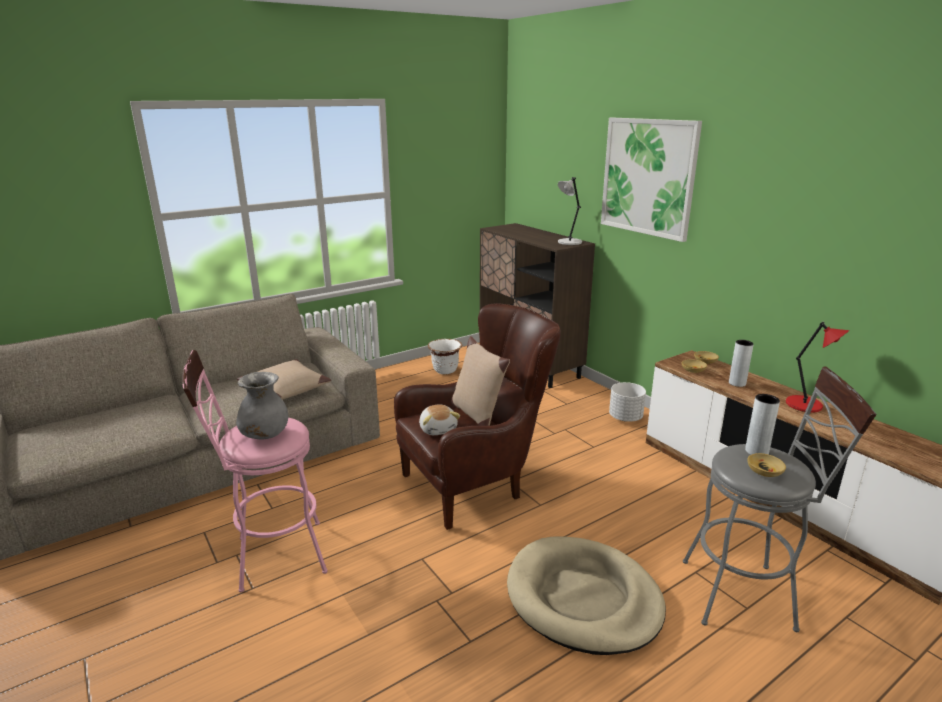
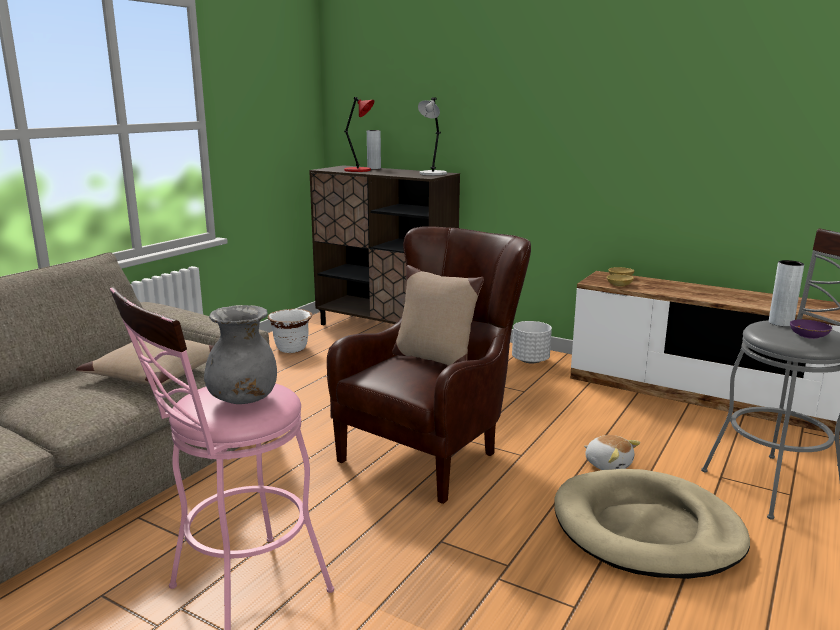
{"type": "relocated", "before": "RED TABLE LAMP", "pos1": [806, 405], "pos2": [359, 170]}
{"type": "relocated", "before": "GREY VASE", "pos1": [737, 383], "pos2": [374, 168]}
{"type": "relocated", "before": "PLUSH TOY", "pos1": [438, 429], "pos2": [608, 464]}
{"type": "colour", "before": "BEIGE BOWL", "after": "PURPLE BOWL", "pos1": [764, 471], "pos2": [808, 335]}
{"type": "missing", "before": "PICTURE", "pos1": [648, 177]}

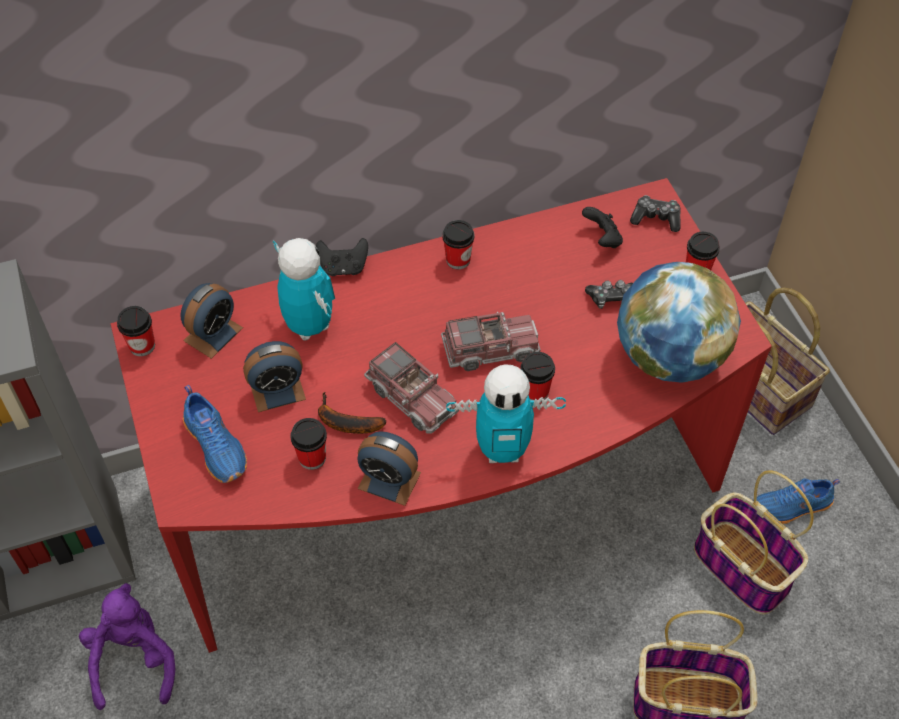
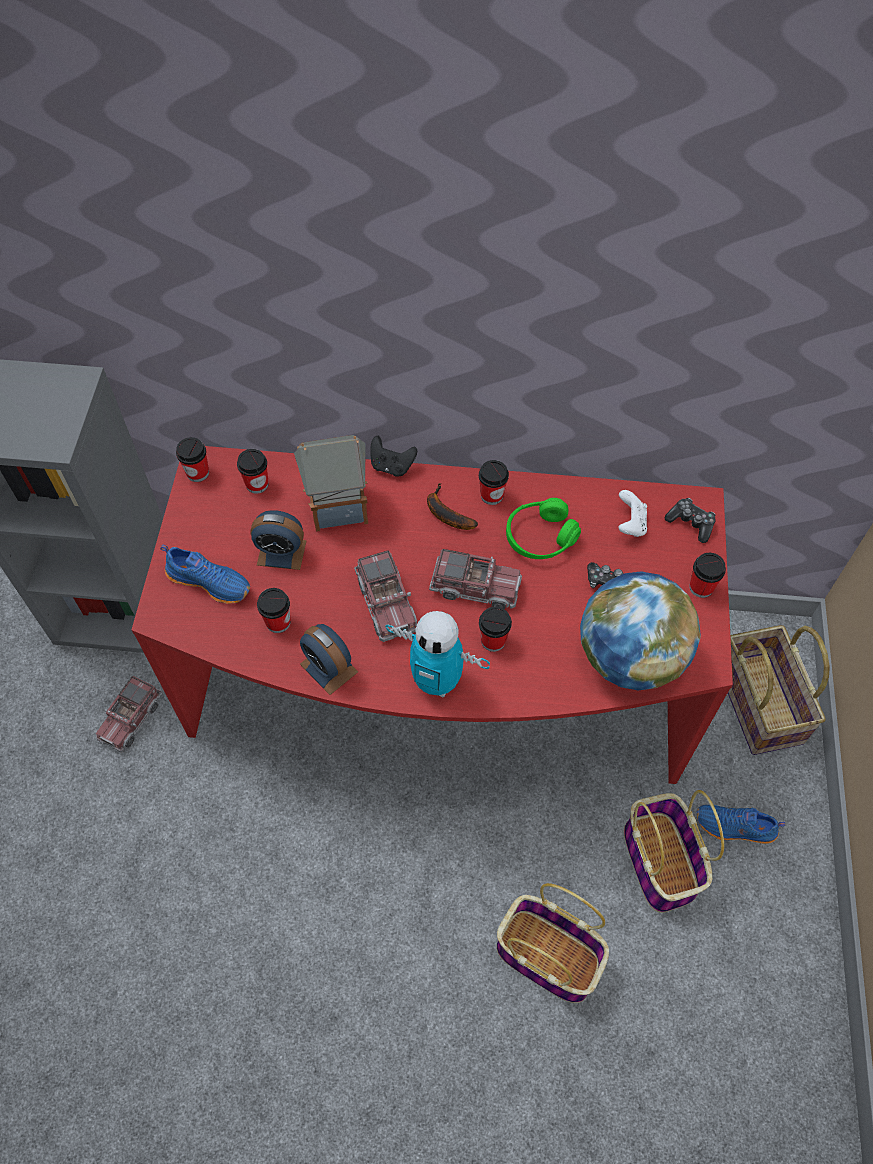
{"type": "exchanged", "before": "PURPLE PLUSH TOY", "after": "TOY TRUCK", "pos1": [134, 660], "pos2": [131, 718]}
{"type": "spun", "before": "BLUE SHOE", "pos1": [217, 446], "pos2": [210, 581], "turn": -60}
{"type": "exchanged", "before": "ALARM CLOCK", "after": "CUP", "pos1": [213, 334], "pos2": [257, 484]}
{"type": "exchanged", "before": "TOY ROBOT", "after": "TOY HOUSE", "pos1": [309, 326], "pos2": [336, 507]}
{"type": "relocated", "before": "BANANA", "pos1": [344, 422], "pos2": [445, 513]}
{"type": "appeared", "after": "GREEN HEADPHONES", "pos2": [540, 537]}
{"type": "colour", "before": "BLACK GAME CONTROLLER", "after": "WHITE GAME CONTROLLER", "pos1": [602, 239], "pos2": [630, 524]}

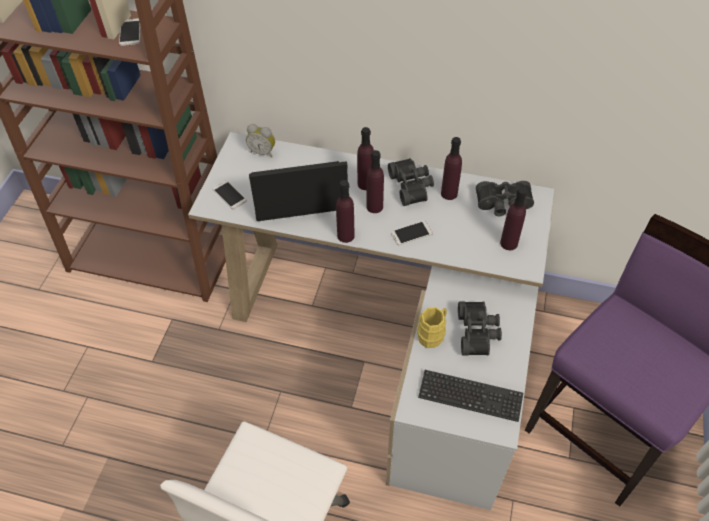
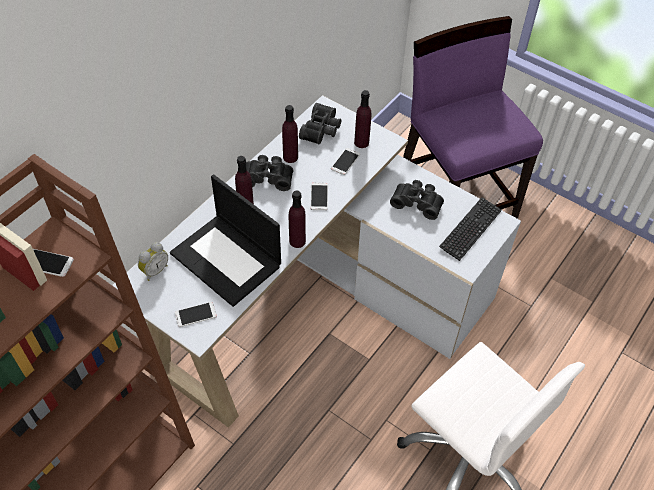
{"type": "spun", "before": "LAPTOP", "pos1": [298, 194], "pos2": [227, 260], "turn": -60}
{"type": "appeared", "after": "PHONE", "pos2": [345, 161]}
{"type": "missing", "before": "PURPLE BOTTLE", "pos1": [374, 207]}
{"type": "missing", "before": "YELLOW MUG", "pos1": [433, 333]}

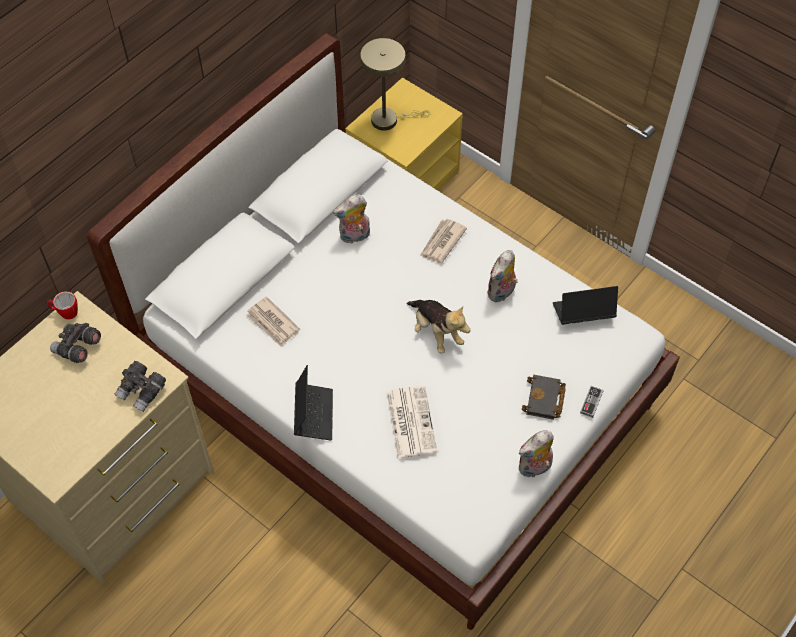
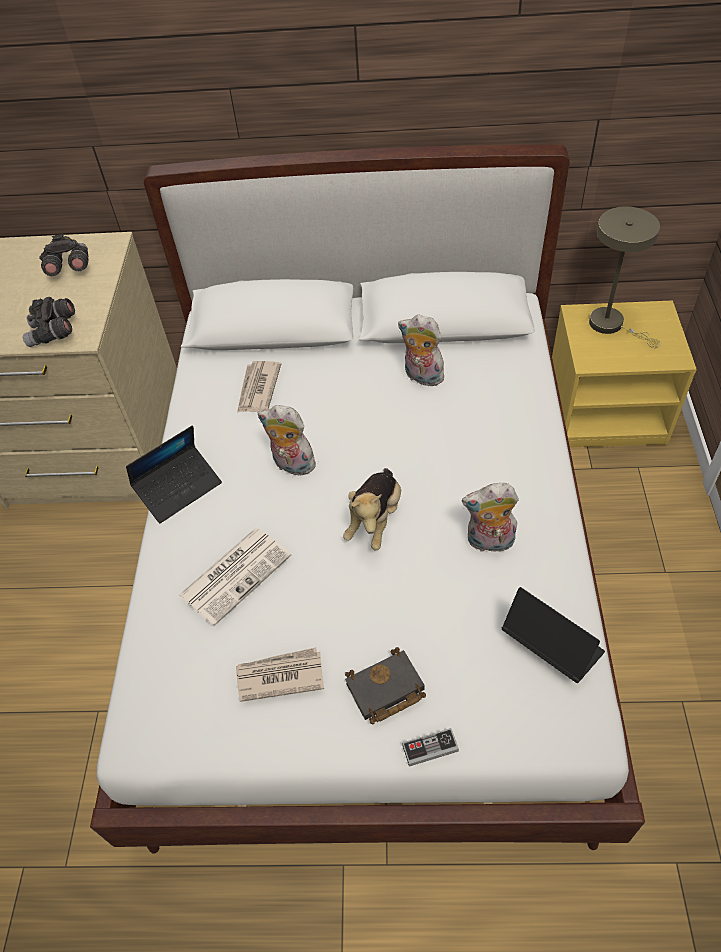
{"type": "relocated", "before": "NEWSPAPER", "pos1": [442, 242], "pos2": [279, 676]}
{"type": "relocated", "before": "PLUSH TOY", "pos1": [534, 468], "pos2": [291, 465]}
{"type": "missing", "before": "MUG", "pos1": [65, 312]}

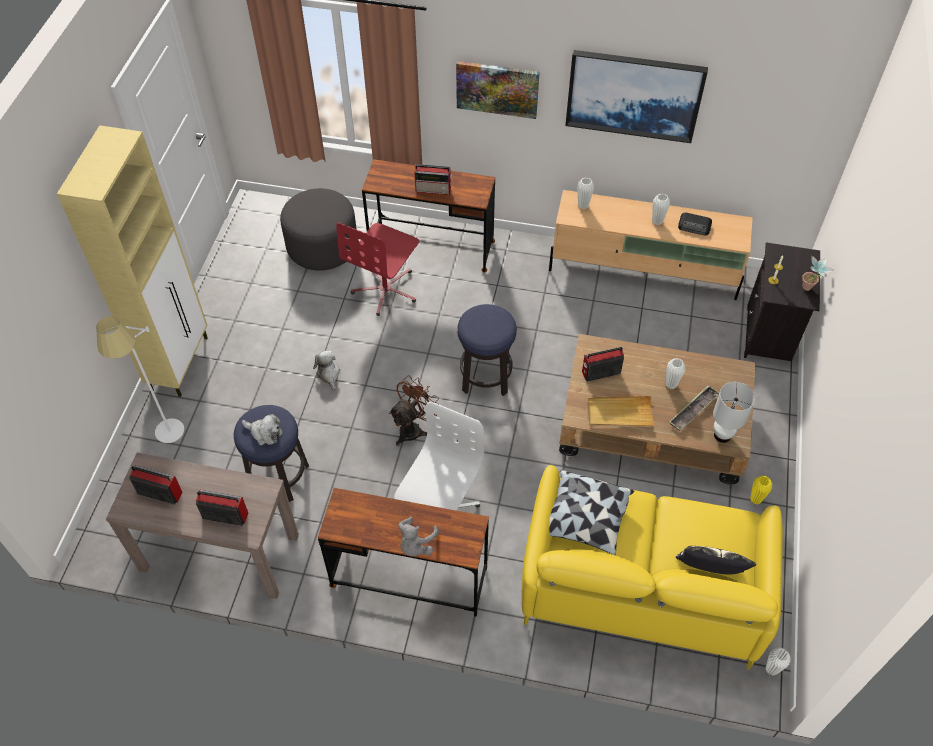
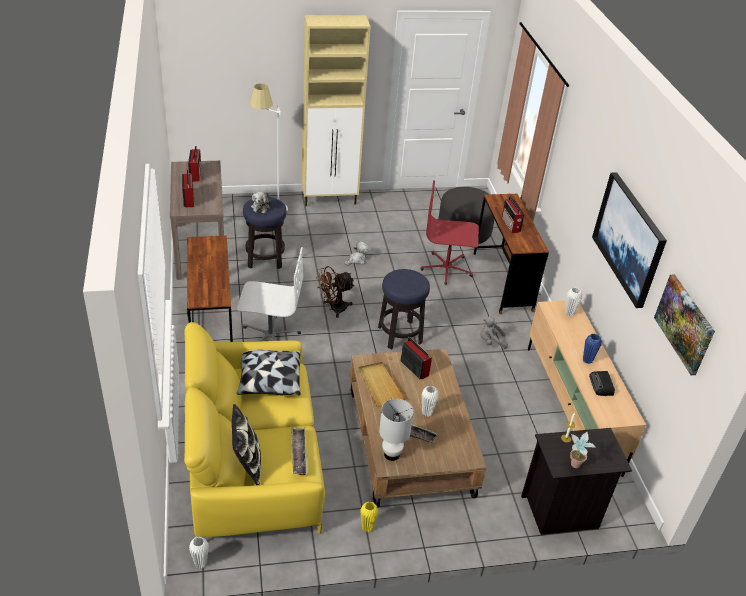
{"type": "appeared", "after": "TRAY", "pos2": [299, 453]}
{"type": "spun", "before": "BROWN FAN", "pos1": [414, 428], "pos2": [334, 309], "turn": 135}
{"type": "relocated", "before": "GREY PLUSH TOY", "pos1": [416, 545], "pos2": [491, 342]}
{"type": "colour", "before": "WHITE VASE", "after": "BLUE VASE", "pos1": [657, 221], "pos2": [587, 360]}
{"type": "relocated", "before": "PICTURE", "pos1": [497, 88], "pos2": [685, 323]}

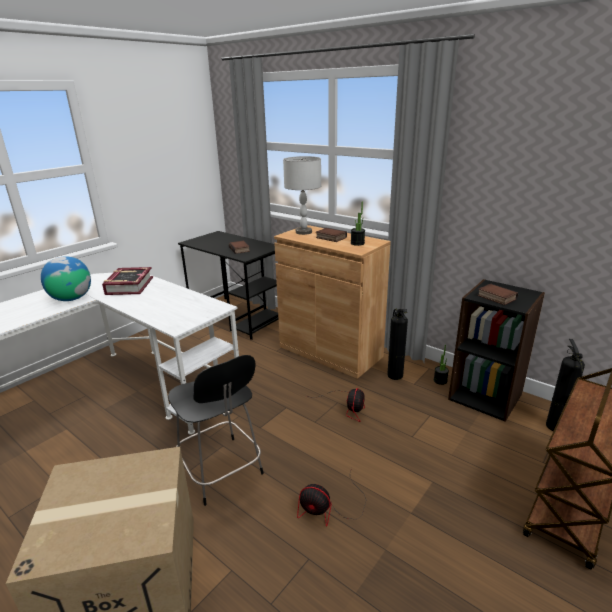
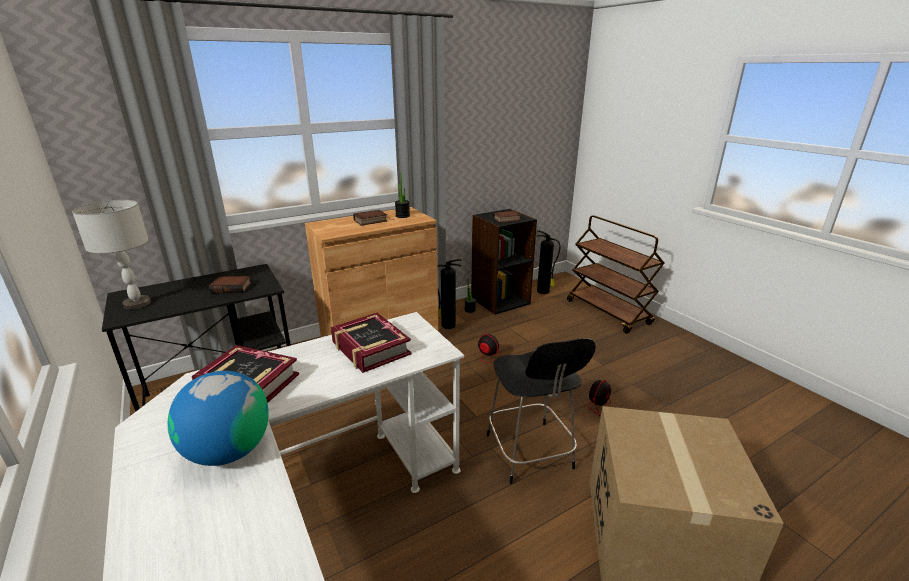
{"type": "relocated", "before": "GREY TABLE LAMP", "pos1": [304, 232], "pos2": [137, 304]}
{"type": "appeared", "after": "BOOK", "pos2": [370, 348]}
{"type": "spun", "before": "BLACK CHAIR", "pos1": [221, 471], "pos2": [530, 454], "turn": 90}

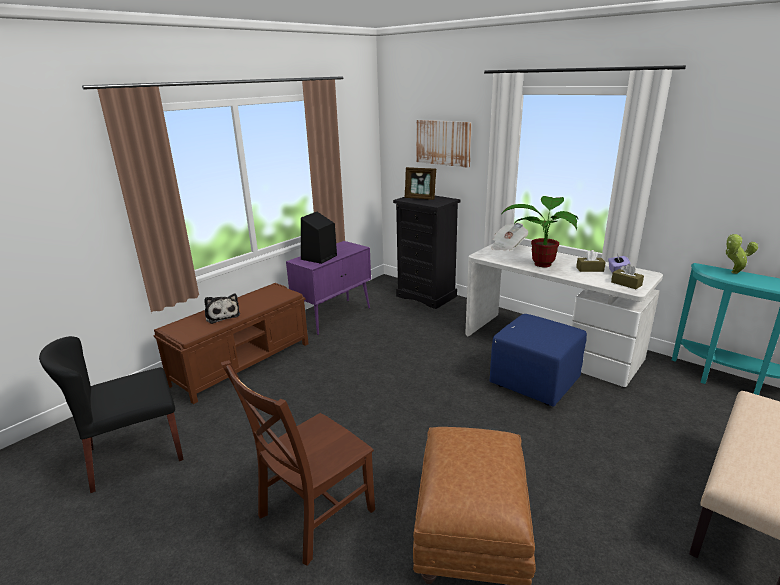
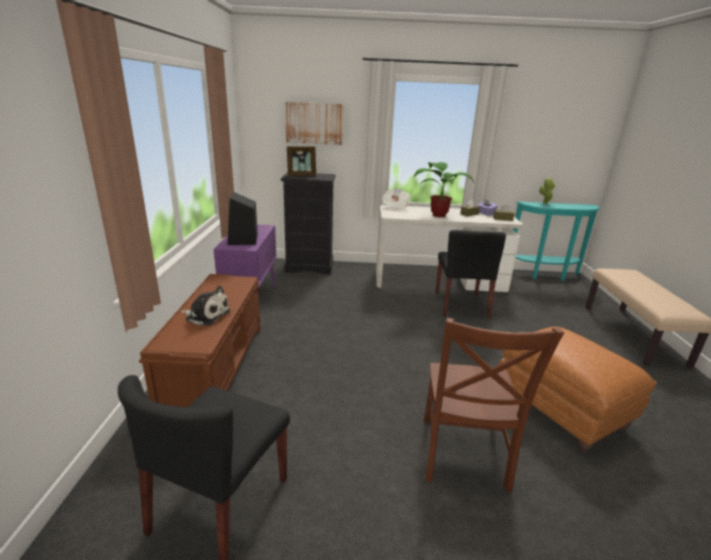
{"type": "exchanged", "before": "BLUE OTTOMAN", "after": "BLACK CHAIR", "pos1": [533, 382], "pos2": [461, 305]}

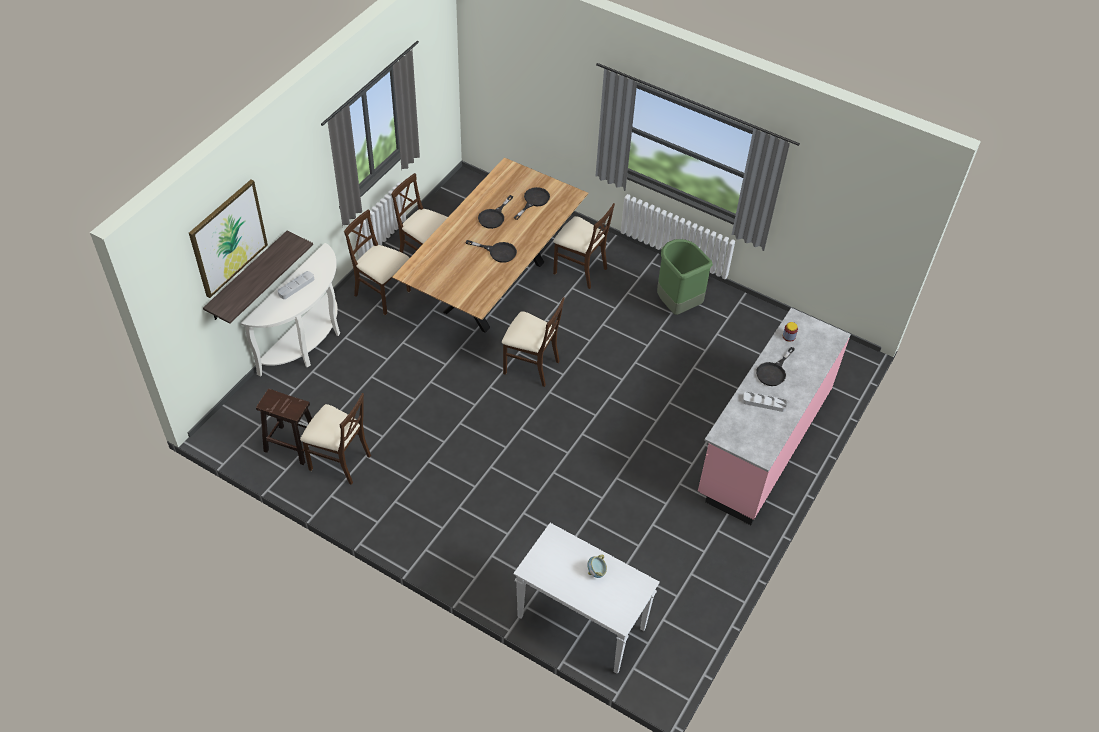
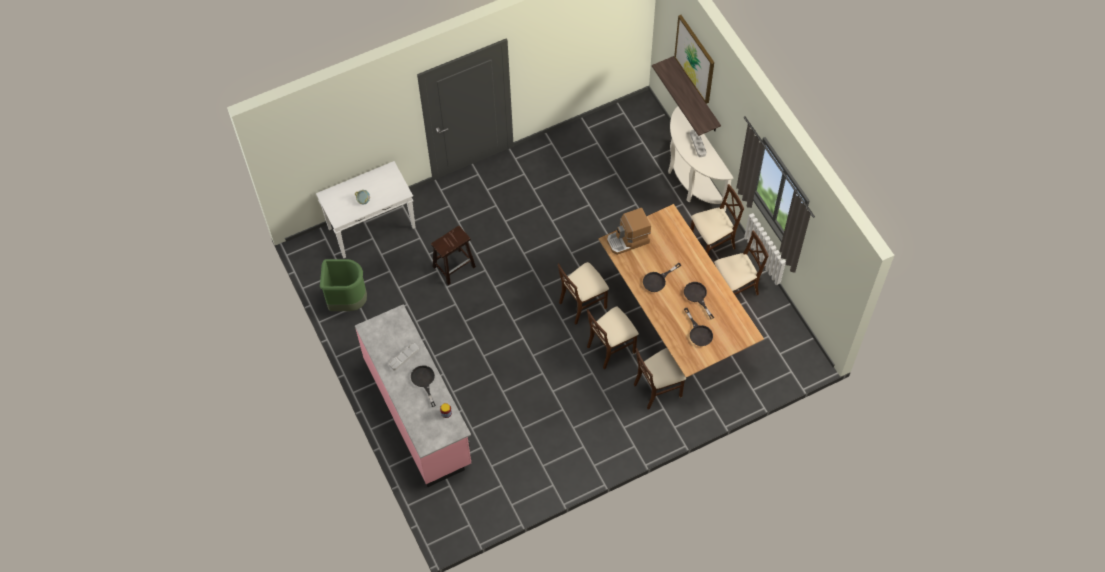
{"type": "relocated", "before": "GREEN TRASH CAN", "pos1": [677, 304], "pos2": [347, 302]}
{"type": "relocated", "before": "BROWN STOOL", "pos1": [291, 445], "pos2": [454, 266]}
{"type": "relocated", "before": "BEIGE CHAIR", "pos1": [339, 461], "pos2": [611, 348]}
{"type": "appeared", "after": "COFFEE MACHINE", "pos2": [628, 240]}

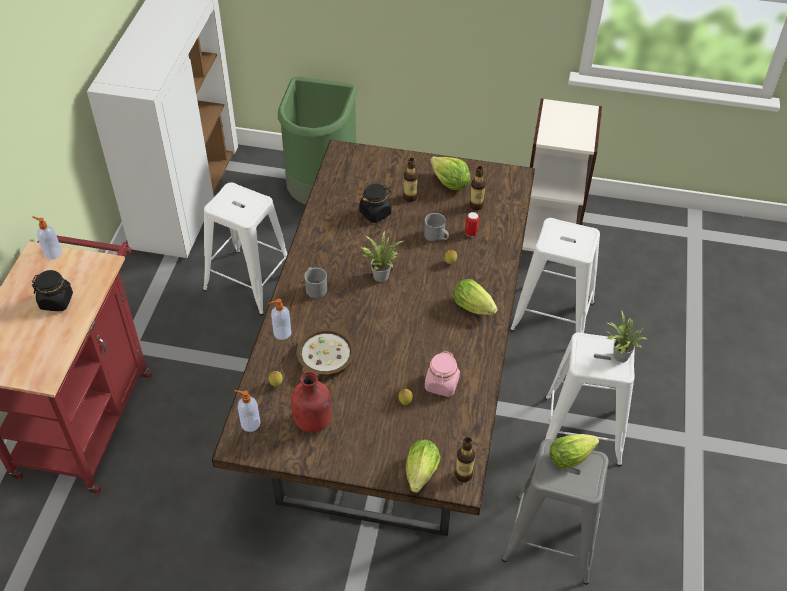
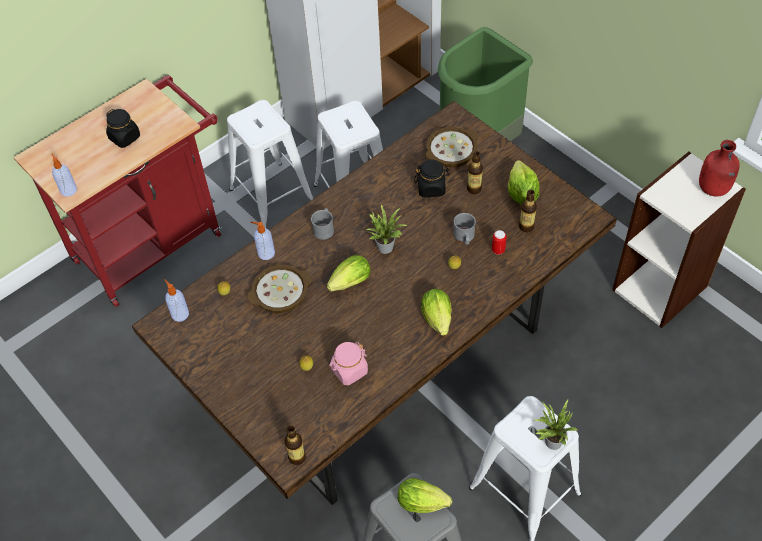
{"type": "relocated", "before": "SOAP DISPENSER", "pos1": [52, 253], "pos2": [68, 189]}
{"type": "relocated", "before": "WHITE STOOL", "pos1": [552, 316], "pos2": [272, 196]}
{"type": "relocated", "before": "LETTUCE", "pos1": [420, 475], "pos2": [348, 284]}
{"type": "appeared", "after": "BOWL", "pos2": [452, 152]}
{"type": "relocated", "before": "RED BOTTLE", "pos1": [313, 422], "pos2": [713, 189]}

